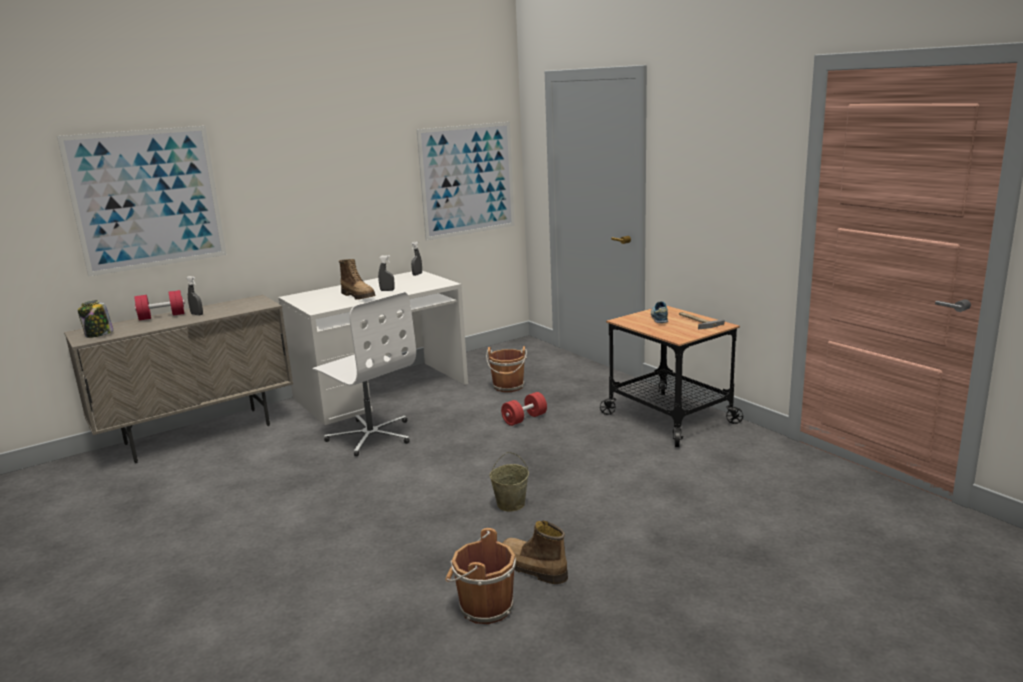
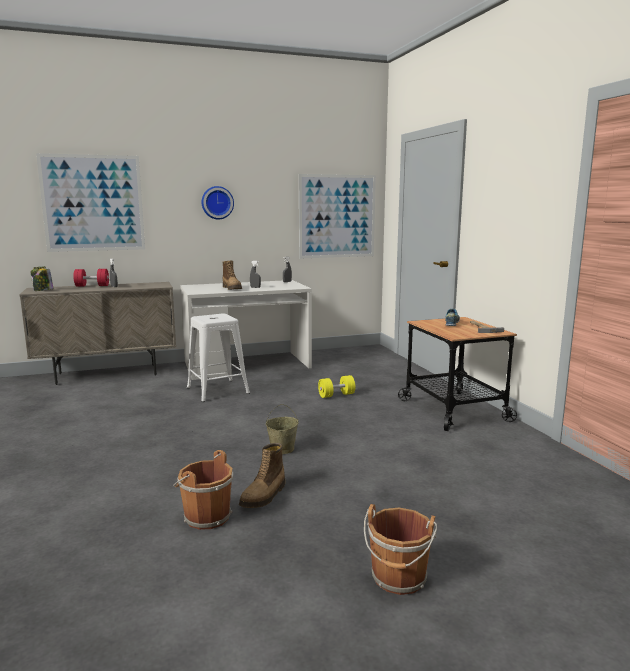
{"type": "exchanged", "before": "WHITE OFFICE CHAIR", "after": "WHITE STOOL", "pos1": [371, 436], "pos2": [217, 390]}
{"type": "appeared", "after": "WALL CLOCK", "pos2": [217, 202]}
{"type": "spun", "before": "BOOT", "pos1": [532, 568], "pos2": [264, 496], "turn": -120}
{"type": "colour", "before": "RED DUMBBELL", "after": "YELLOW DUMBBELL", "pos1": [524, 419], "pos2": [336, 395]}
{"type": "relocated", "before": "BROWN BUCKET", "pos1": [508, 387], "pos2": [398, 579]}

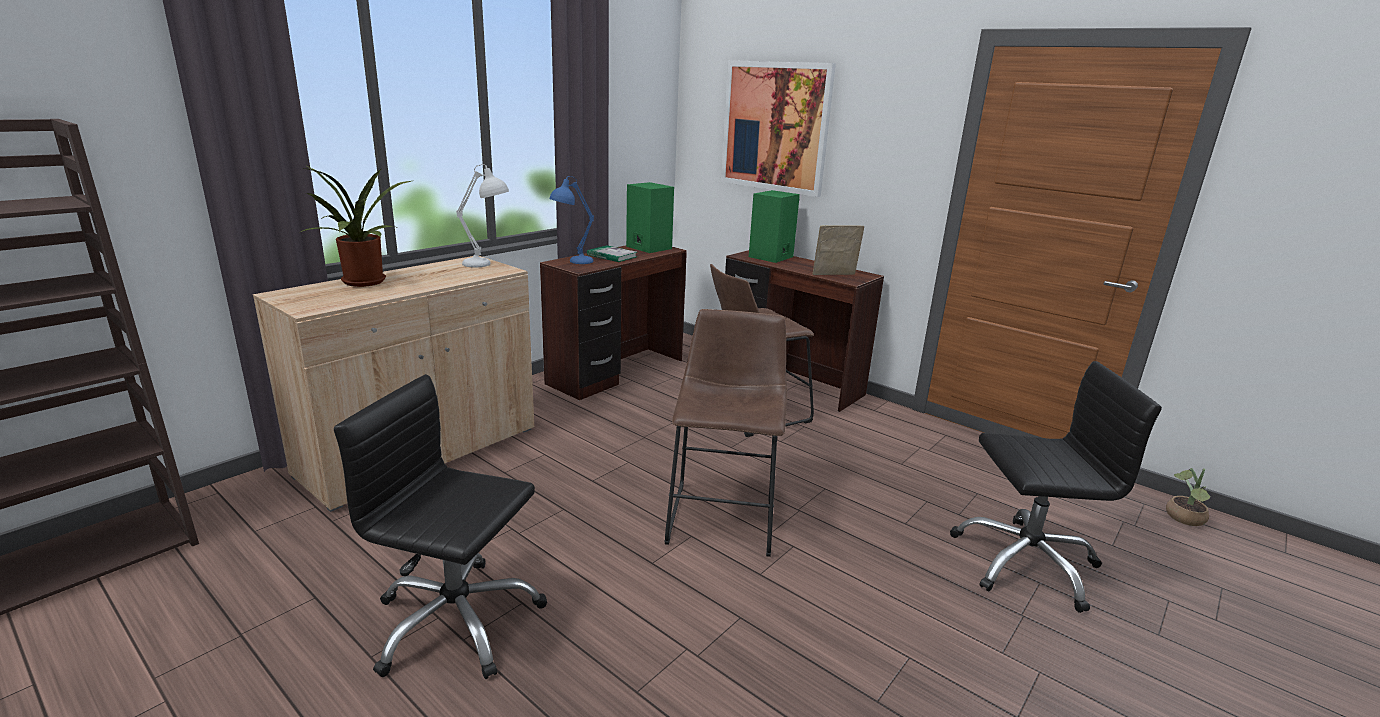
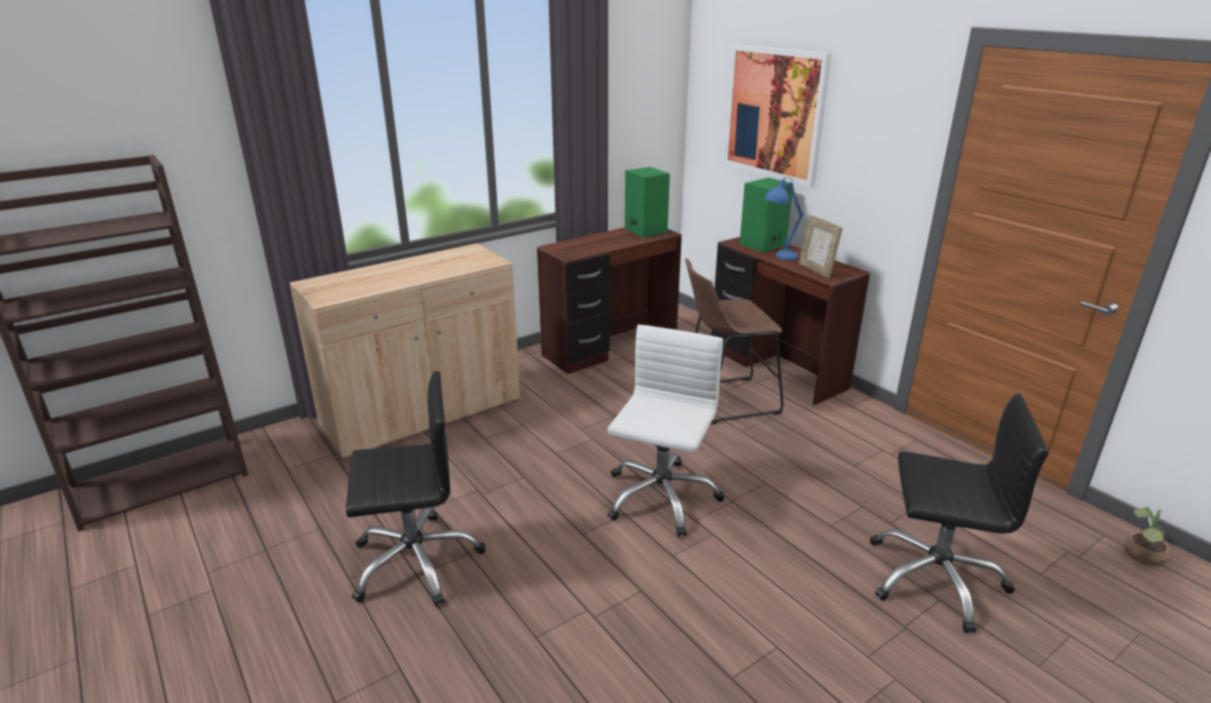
{"type": "spun", "before": "BLACK OFFICE CHAIR", "pos1": [456, 621], "pos2": [416, 561], "turn": 135}
{"type": "exchanged", "before": "BROWN STOOL", "after": "WHITE OFFICE CHAIR", "pos1": [723, 514], "pos2": [660, 497]}
{"type": "relocated", "before": "BLUE TABLE LAMP", "pos1": [572, 262], "pos2": [778, 257]}
{"type": "spun", "before": "PICTURE FRAME", "pos1": [834, 275], "pos2": [816, 270], "turn": -120}
{"type": "missing", "before": "POTTED PLANT", "pos1": [364, 283]}
{"type": "missing", "before": "WHITE TABLE LAMP", "pos1": [487, 265]}
{"type": "missing", "before": "BOOK", "pos1": [612, 256]}

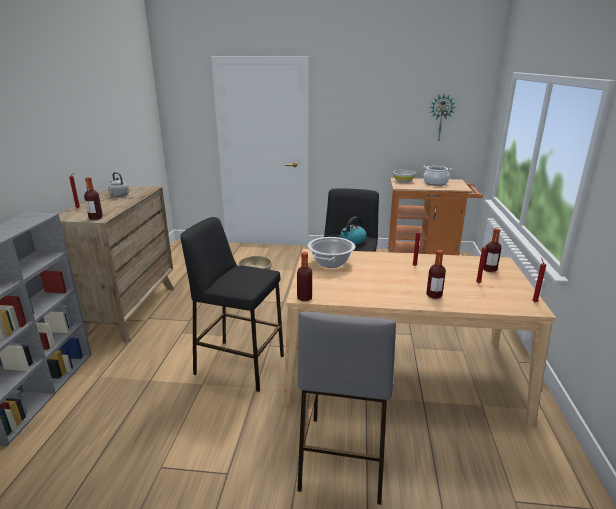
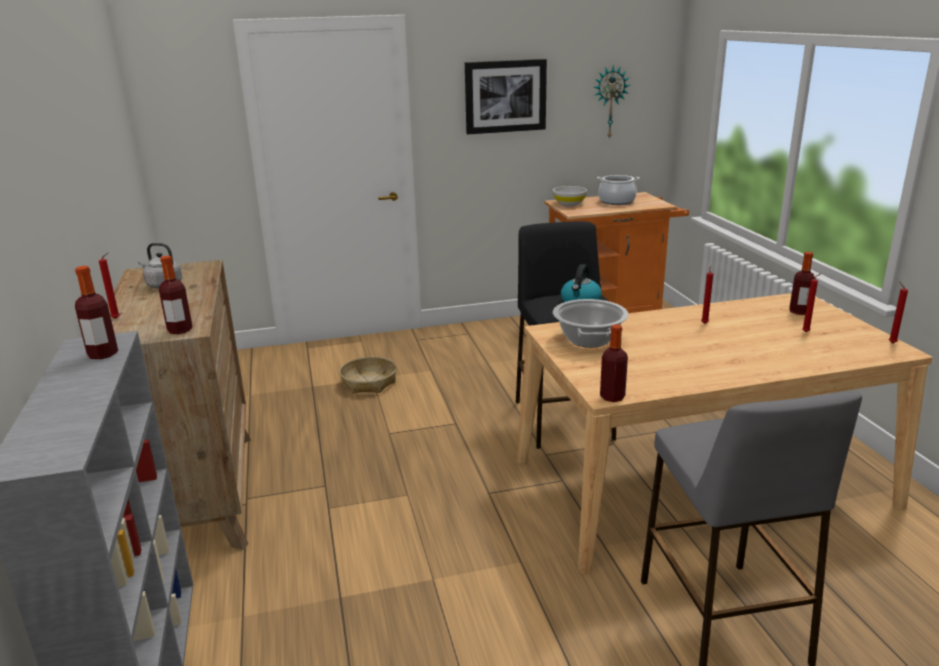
{"type": "relocated", "before": "BOTTLE", "pos1": [434, 295], "pos2": [103, 354]}
{"type": "appeared", "after": "PICTURE", "pos2": [505, 96]}
{"type": "missing", "before": "BLACK STOOL", "pos1": [239, 364]}

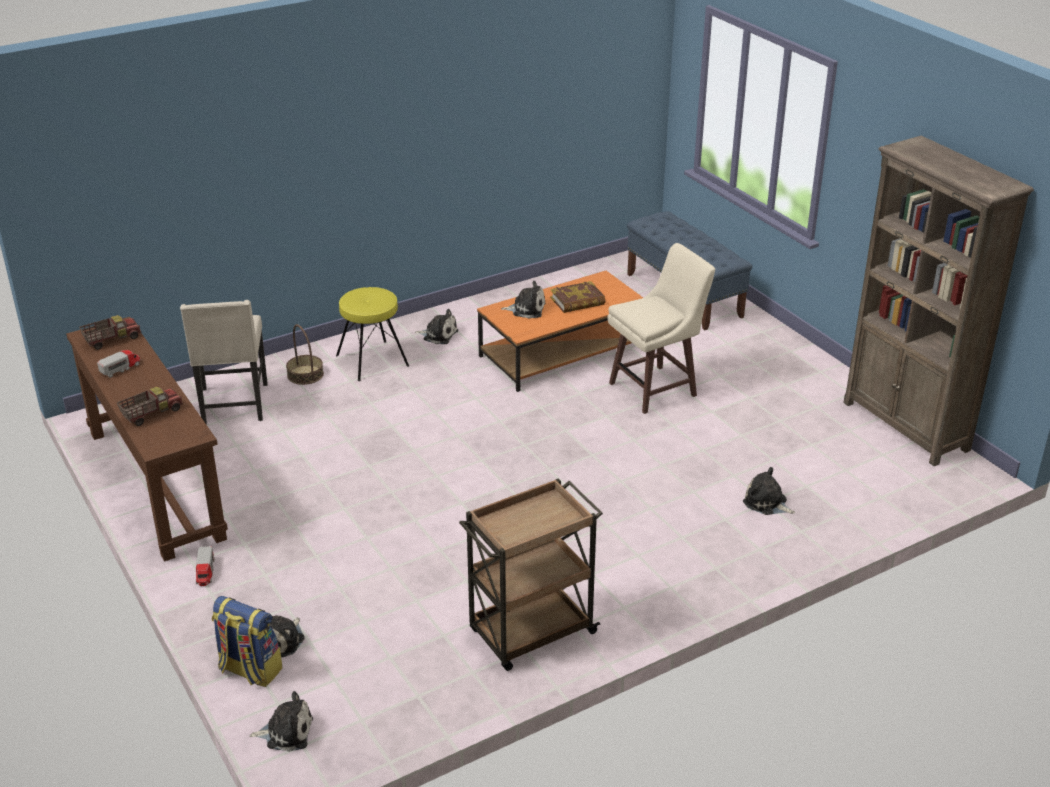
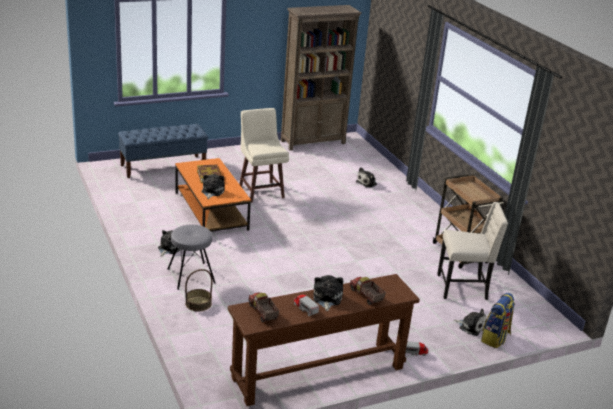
{"type": "colour", "before": "YELLOW STOOL", "after": "GREY STOOL", "pos1": [373, 360], "pos2": [191, 275]}
{"type": "relocated", "before": "PLUSH TOY", "pos1": [286, 732], "pos2": [327, 298]}
{"type": "relocated", "before": "BEIGE CHAIR", "pos1": [234, 405], "pos2": [463, 288]}

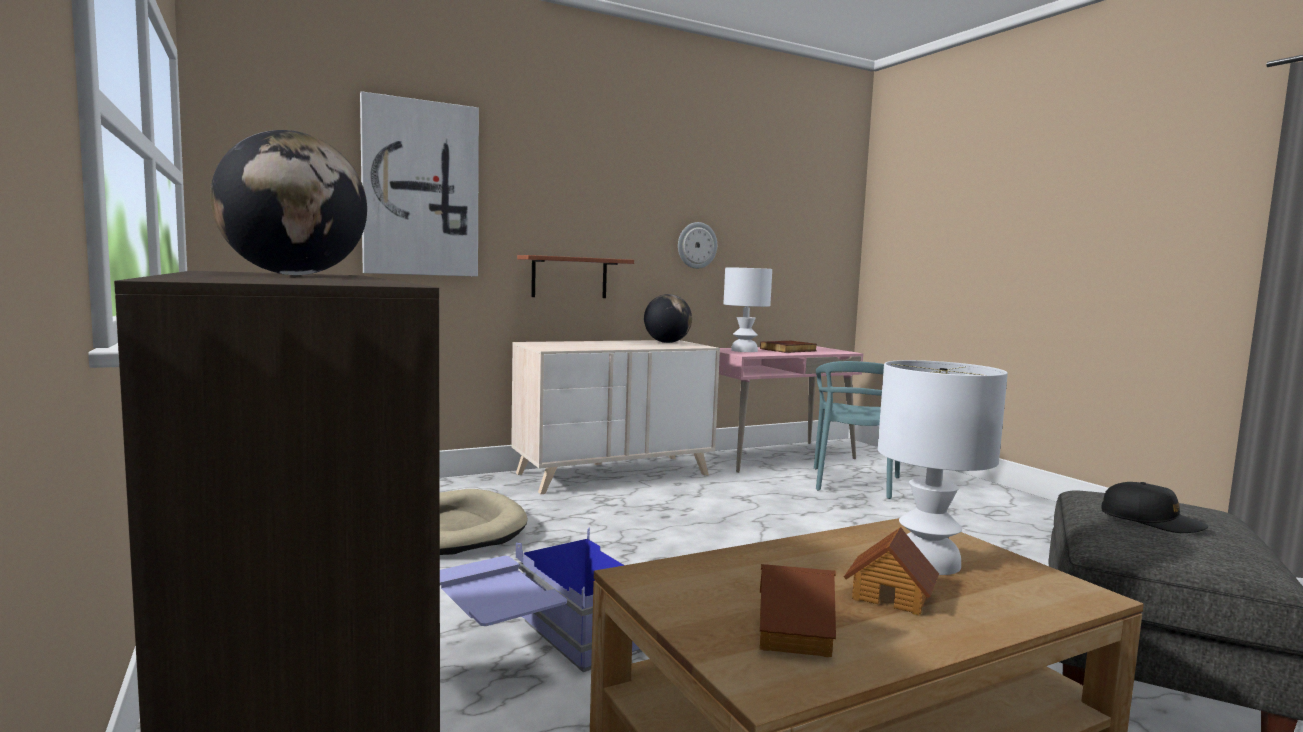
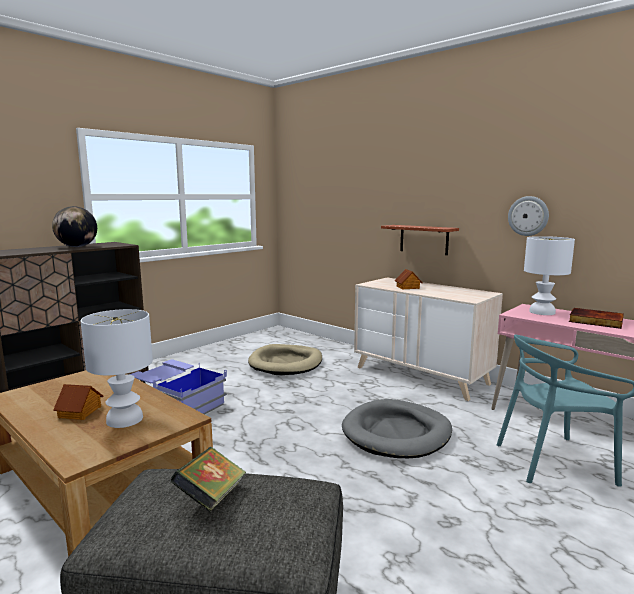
{"type": "exchanged", "before": "BLACK CAP", "after": "BOOK", "pos1": [1151, 521], "pos2": [211, 497]}
{"type": "appeared", "after": "GREY DOG BED", "pos2": [397, 433]}
{"type": "relocated", "before": "TOY HOUSE", "pos1": [795, 635], "pos2": [408, 287]}
{"type": "missing", "before": "PICTURE", "pos1": [420, 189]}
{"type": "missing", "before": "GLOBE", "pos1": [667, 342]}

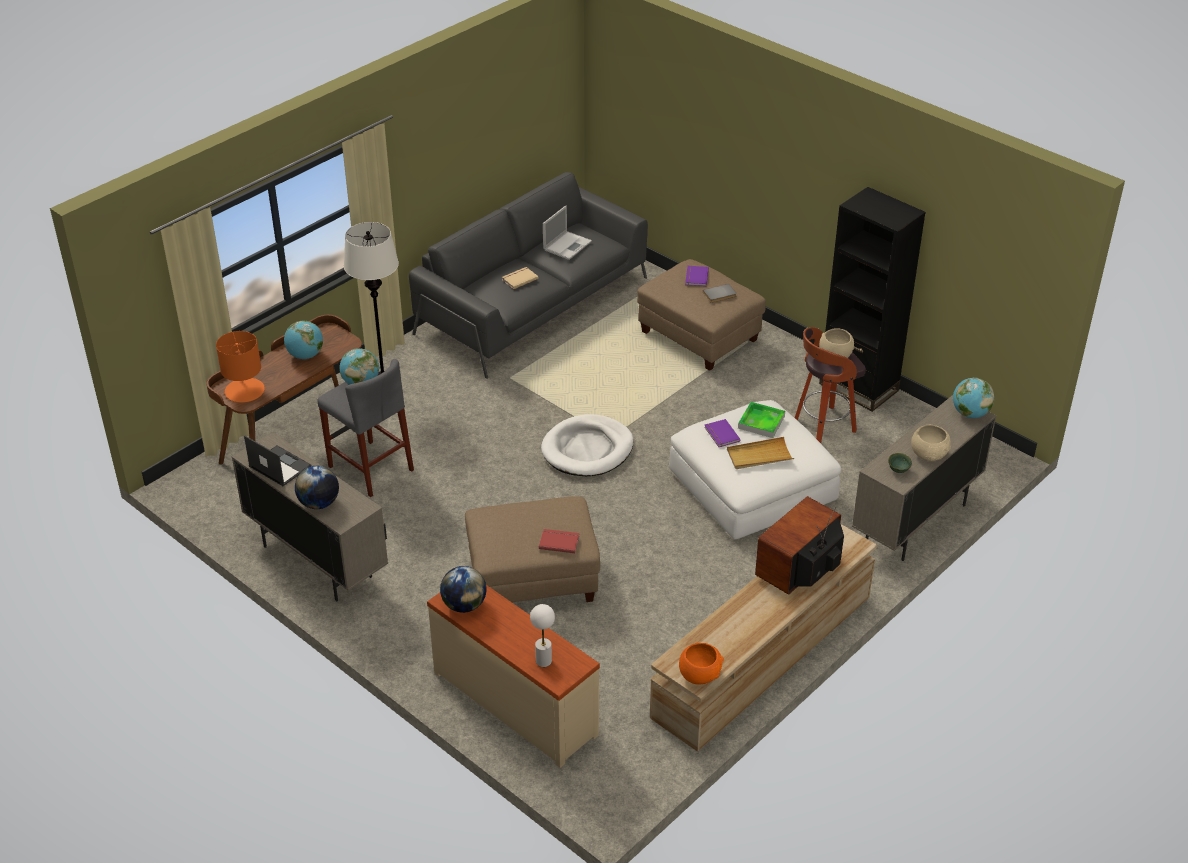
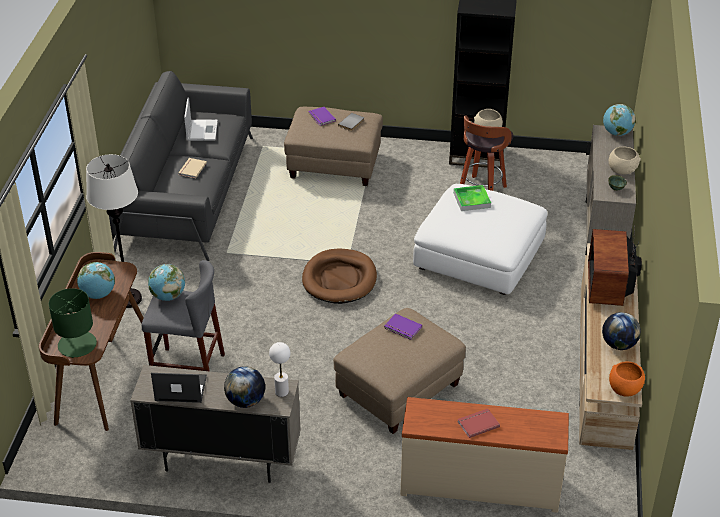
{"type": "colour", "before": "ORANGE TABLE LAMP", "after": "GREEN TABLE LAMP", "pos1": [244, 390], "pos2": [76, 344]}
{"type": "relocated", "before": "WHITE TABLE LAMP", "pos1": [544, 661], "pos2": [282, 391]}
{"type": "colour", "before": "WHITE DOG BED", "after": "BROWN DOG BED", "pos1": [587, 449], "pos2": [339, 279]}
{"type": "relocated", "before": "PURPLE BOOK", "pos1": [721, 435], "pos2": [402, 328]}
{"type": "relocated", "before": "RED BOOK", "pos1": [559, 541], "pos2": [477, 423]}
{"type": "relocated", "before": "GLOBE", "pos1": [464, 605], "pos2": [618, 344]}
{"type": "missing", "before": "BEIGE TRAY", "pos1": [759, 456]}

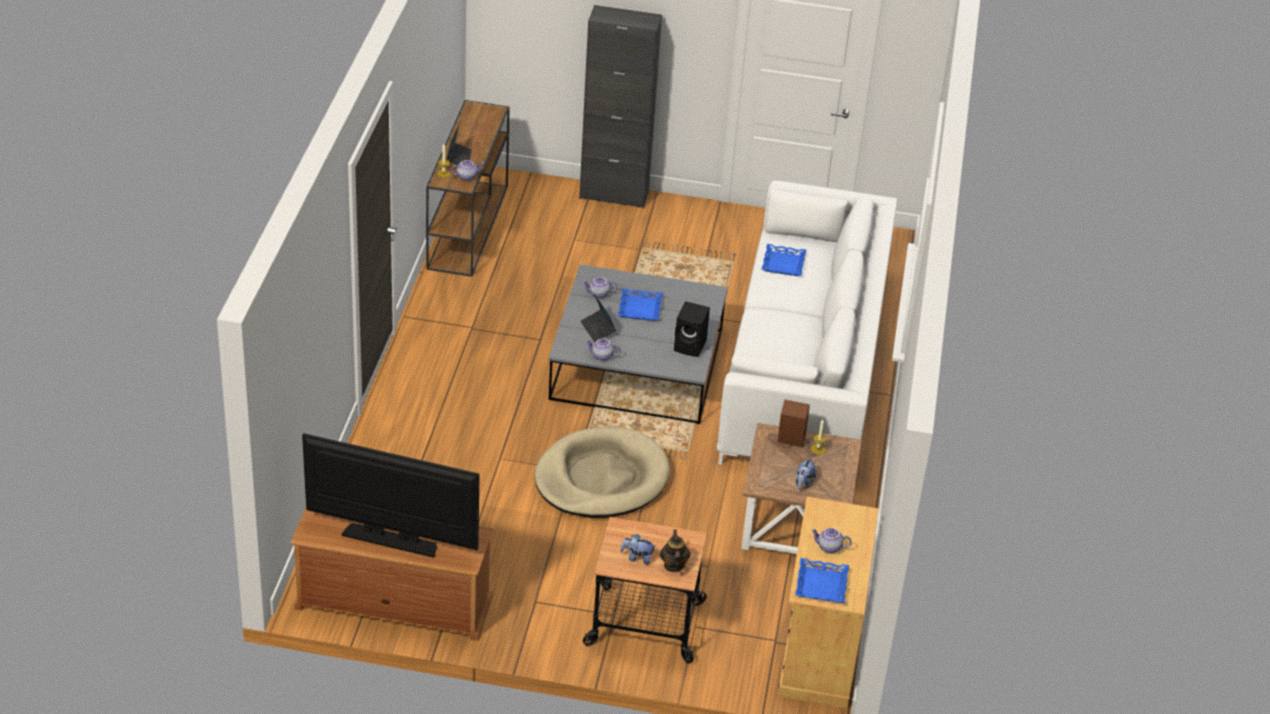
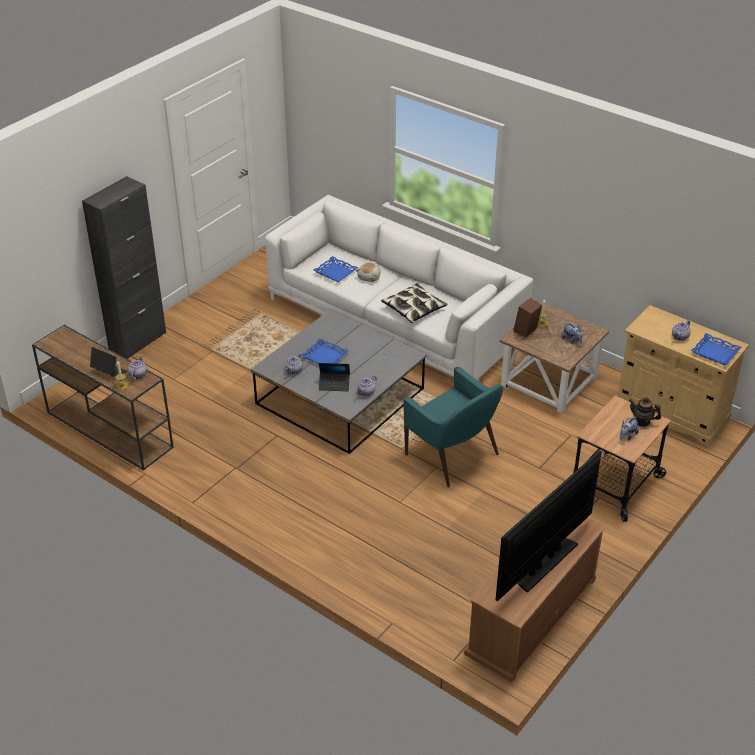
{"type": "appeared", "after": "PLUSH TOY", "pos2": [369, 277]}
{"type": "appeared", "after": "PILLOW", "pos2": [414, 308]}
{"type": "exchanged", "before": "BEIGE DOG BED", "after": "TURQUOISE ARMCHAIR", "pos1": [601, 478], "pos2": [453, 455]}
{"type": "missing", "before": "BLACK SPEAKER", "pos1": [691, 346]}

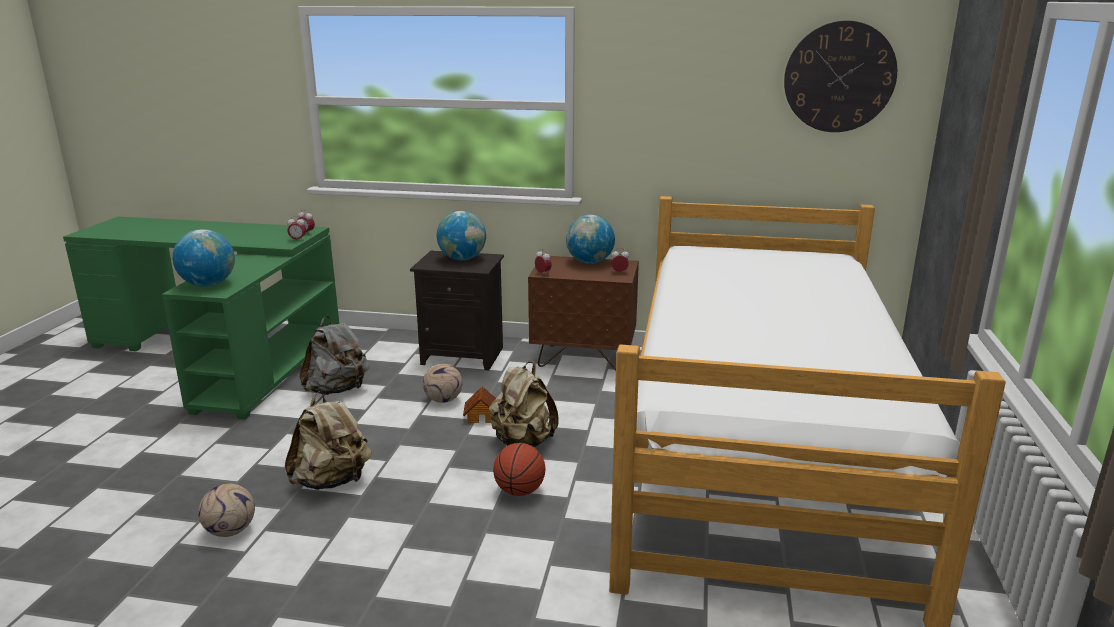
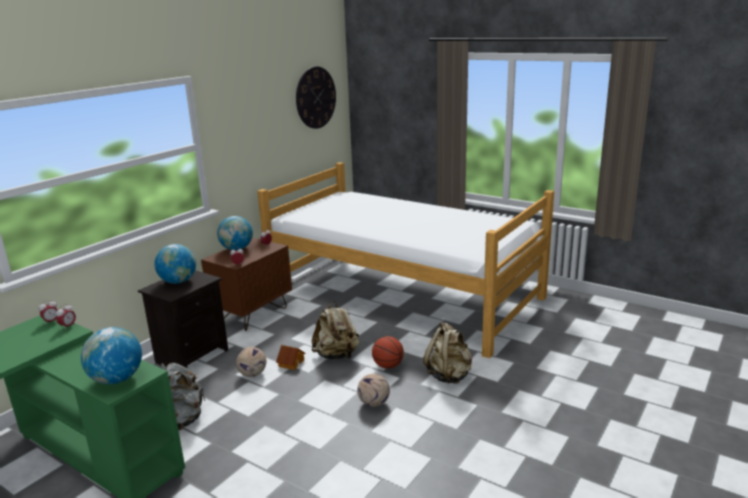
{"type": "relocated", "before": "FOOTBALL", "pos1": [231, 530], "pos2": [373, 403]}
{"type": "relocated", "before": "BEIGE BACKPACK", "pos1": [332, 481], "pos2": [449, 375]}

